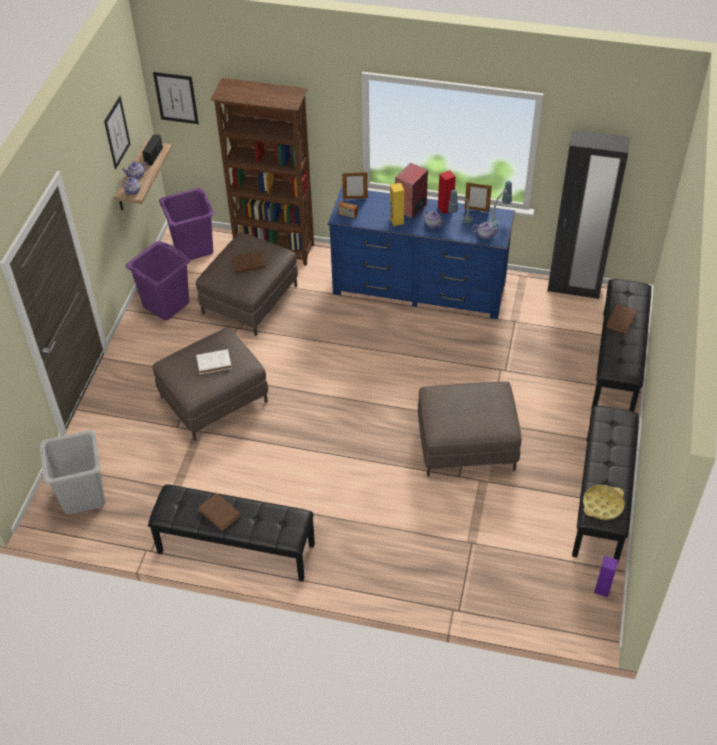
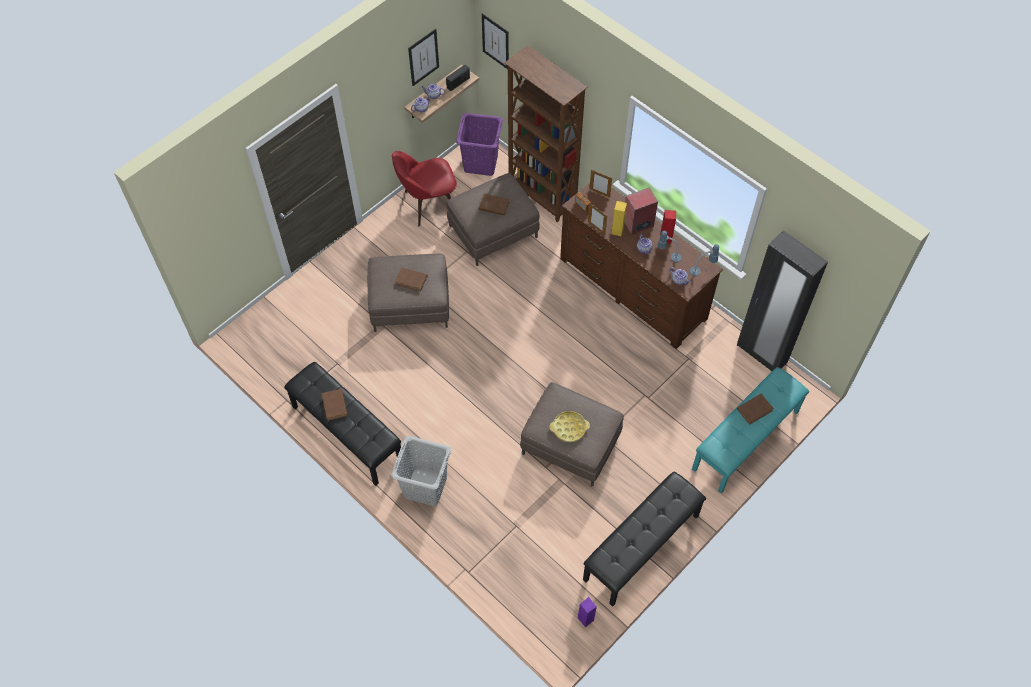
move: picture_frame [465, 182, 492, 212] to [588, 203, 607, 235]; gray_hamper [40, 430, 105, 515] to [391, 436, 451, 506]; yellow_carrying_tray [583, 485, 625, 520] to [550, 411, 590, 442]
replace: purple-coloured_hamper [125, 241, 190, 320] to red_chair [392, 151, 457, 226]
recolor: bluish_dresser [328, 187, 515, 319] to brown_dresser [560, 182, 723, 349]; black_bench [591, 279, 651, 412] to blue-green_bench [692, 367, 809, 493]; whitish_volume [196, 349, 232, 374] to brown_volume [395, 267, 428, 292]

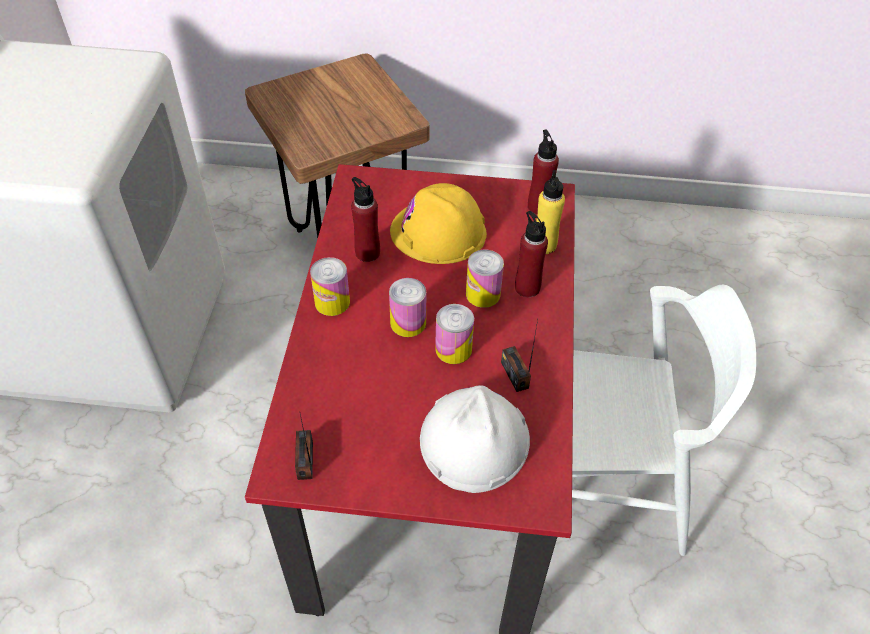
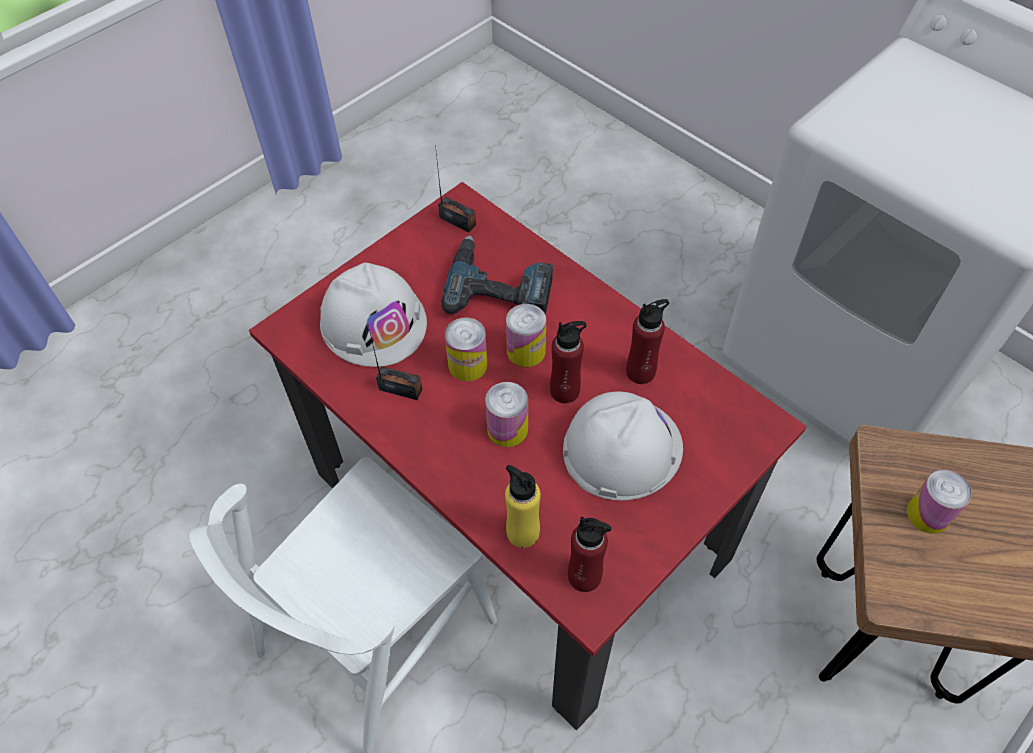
insert: drill [441, 235, 553, 315]
move: red_bottle [515, 211, 548, 297] to [550, 321, 586, 403]; sealed_can [310, 257, 350, 316] to [907, 470, 972, 534]
recolor: yellow_work_helmet [390, 183, 487, 264] to whitish_work_helmet [563, 392, 683, 500]

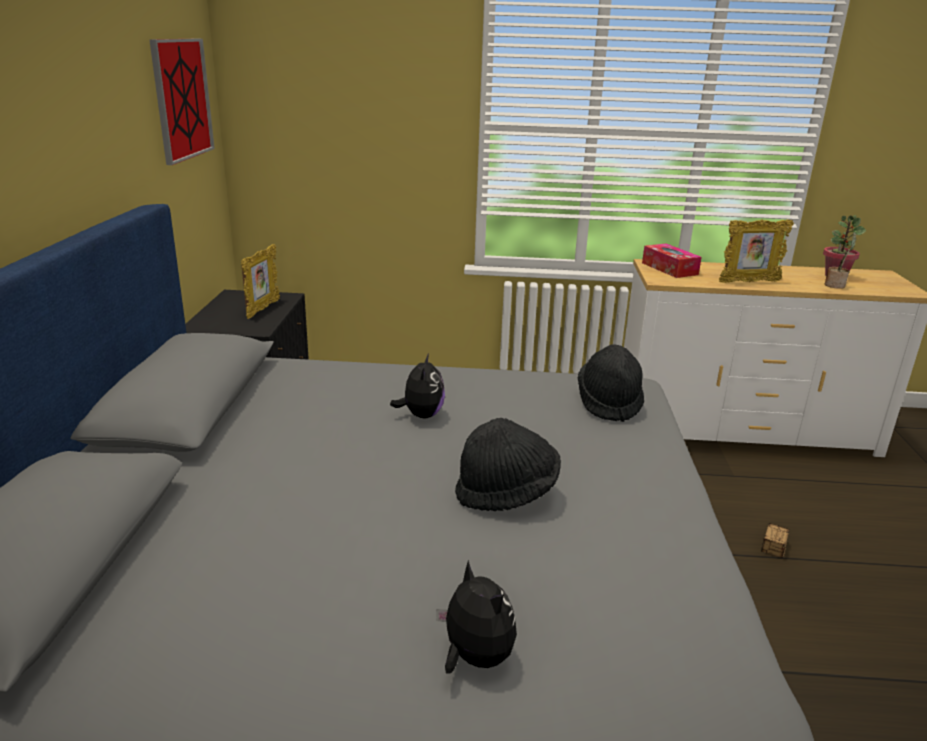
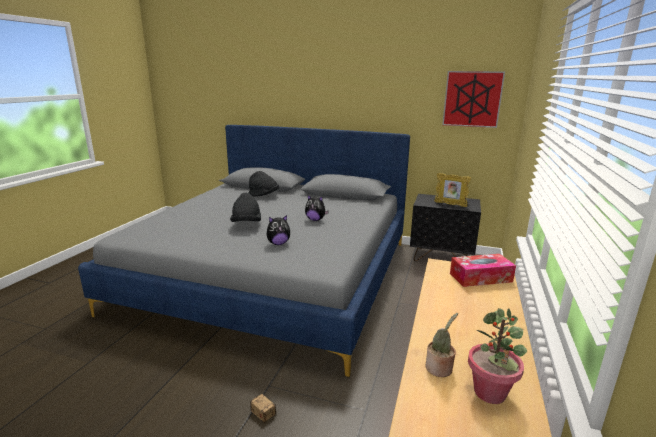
delete: picture_frame [719, 219, 794, 283]
move: black_wearable_hat [578, 345, 644, 422] to [249, 171, 279, 197]; soft_toy [436, 560, 517, 674] to [267, 215, 290, 245]

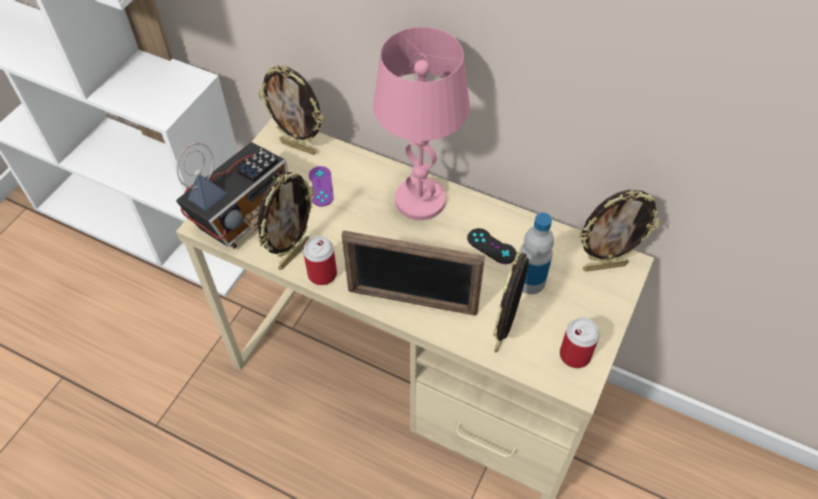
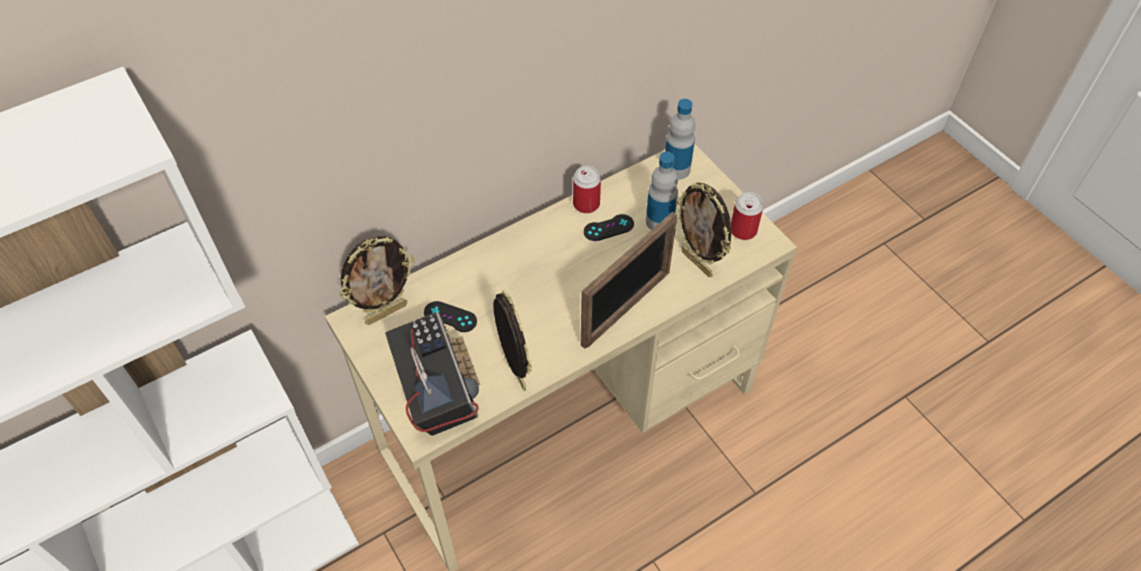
delete: pink-coloured_lamp_for_a_table [373, 27, 470, 220]
move: sealed_can [303, 236, 337, 285] to [573, 166, 601, 213]
replace: picture_frame [578, 190, 661, 272] to bottle [665, 99, 695, 180]
recolor: purple-coloured_joypad [309, 166, 334, 207] to black_joypad [424, 301, 477, 332]

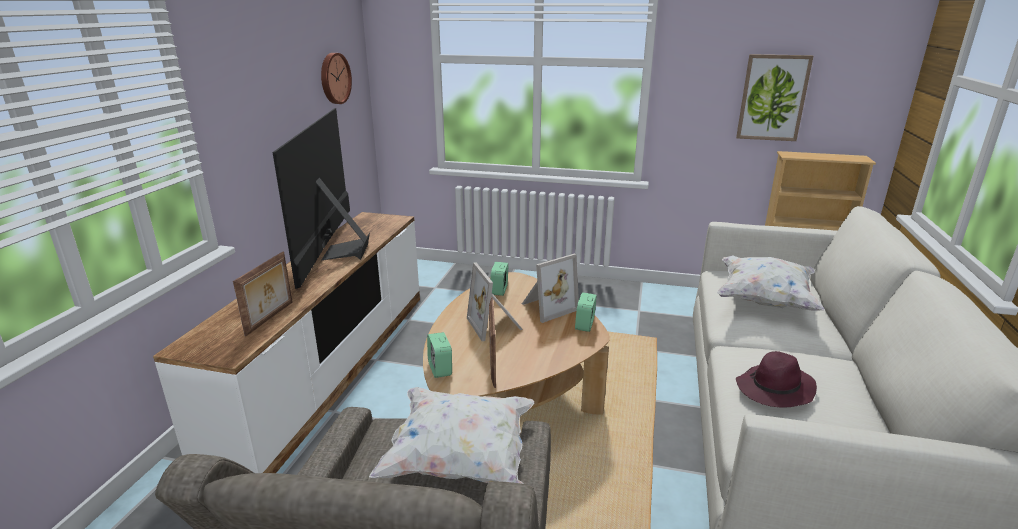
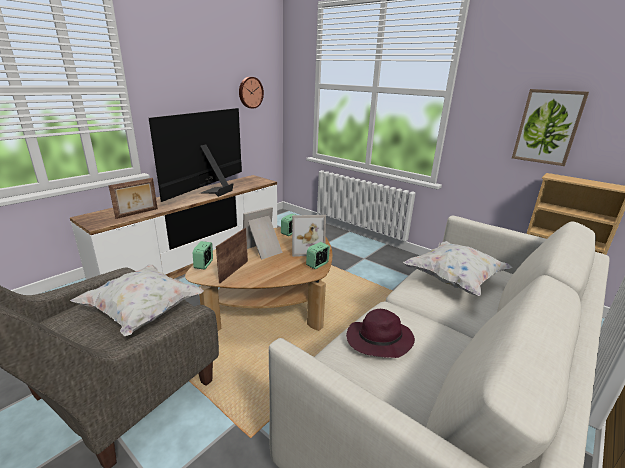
rotate: picture_frame [467, 263, 523, 341] = [243, 207, 283, 259] 45 degrees clockwise

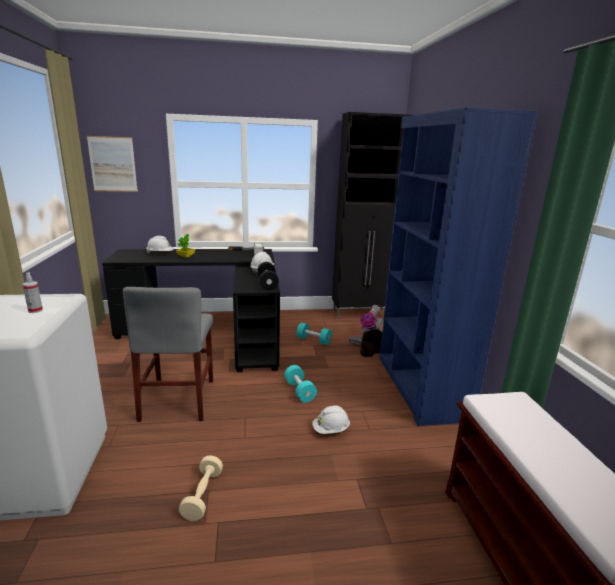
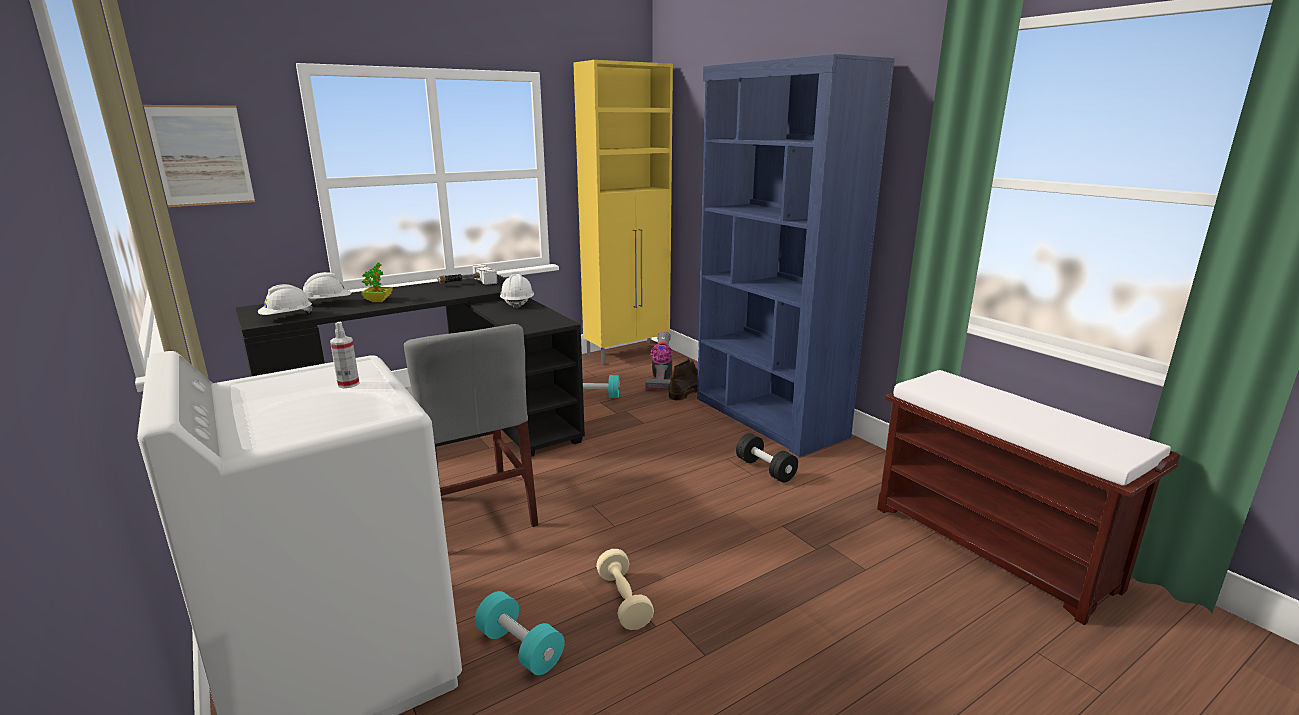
move: black_free_weight [257, 262, 279, 291] to [736, 433, 798, 482]; blue-green_free_weight [284, 365, 317, 402] to [475, 591, 565, 675]; whitish_work_helmet [312, 405, 350, 434] to [258, 284, 313, 315]
recolor: black_cabinet [332, 112, 412, 319] to yellow_cabinet [573, 60, 673, 365]

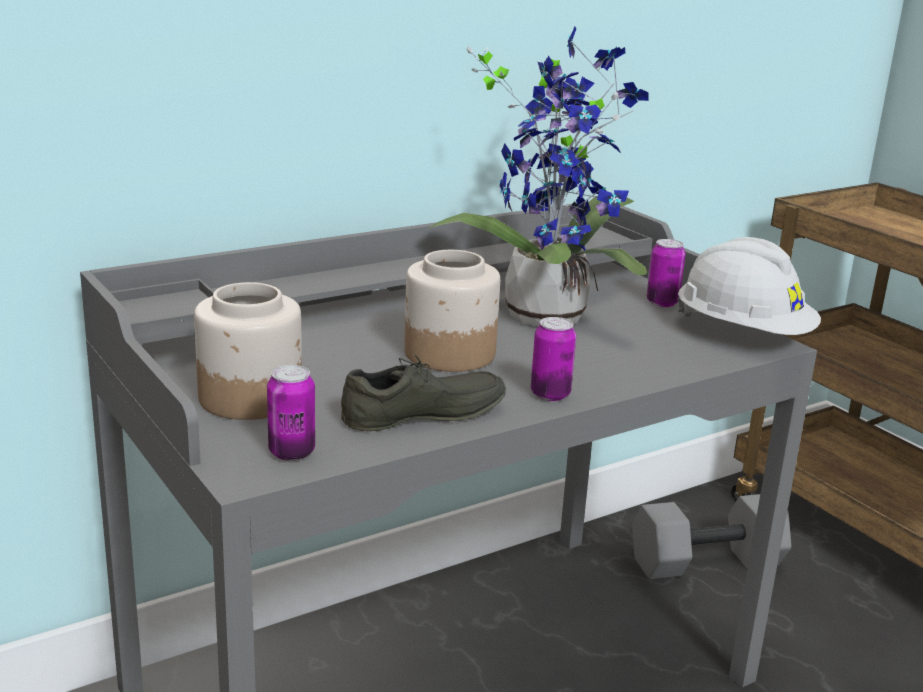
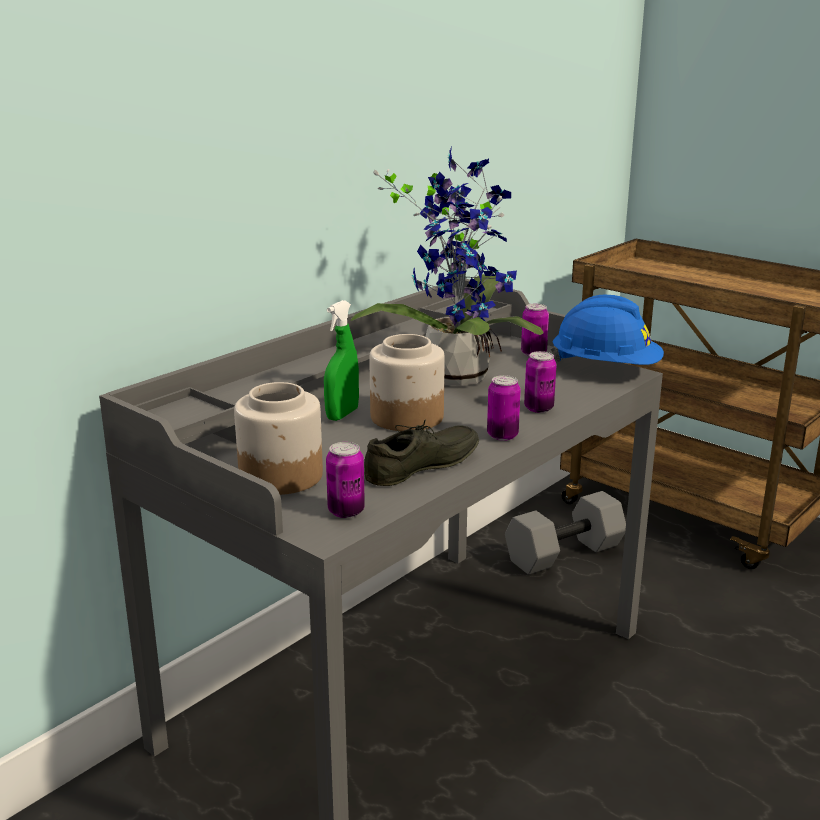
insert: green-coloured_sprayer [324, 300, 359, 421]; sealed_can [524, 351, 557, 413]
recolor: whitish_work_helmet [678, 237, 821, 335] to bluish_work_helmet [551, 295, 664, 365]

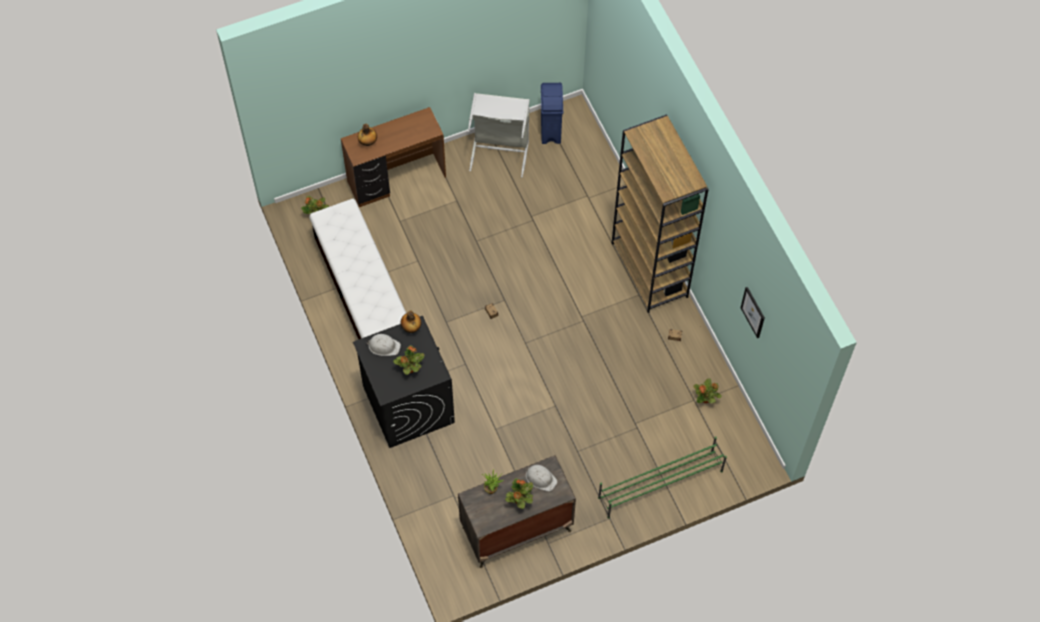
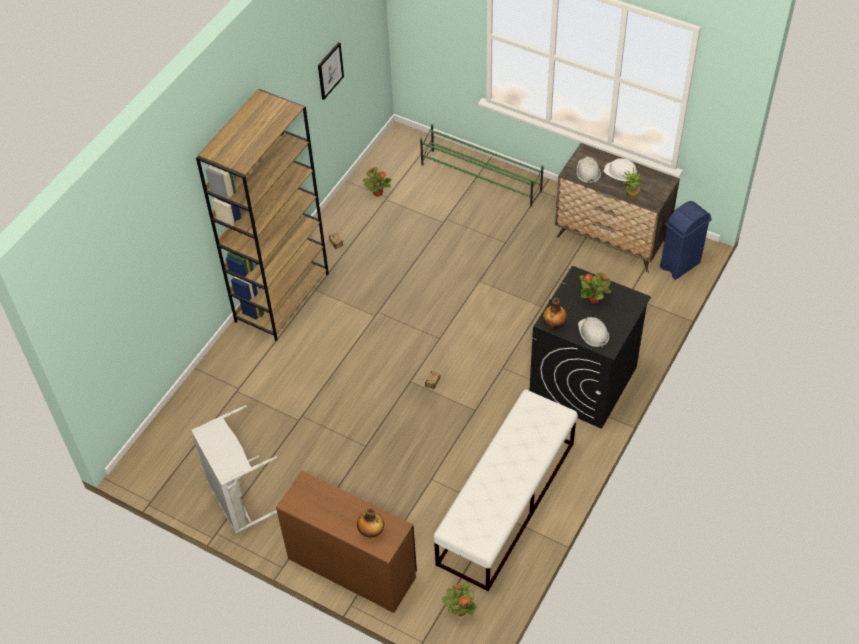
move: bluish_rubbish_bin [541, 83, 563, 144] to [660, 201, 712, 280]
replace: plant_in_a_pot [505, 478, 533, 509] to whitish_work_helmet [604, 158, 640, 181]

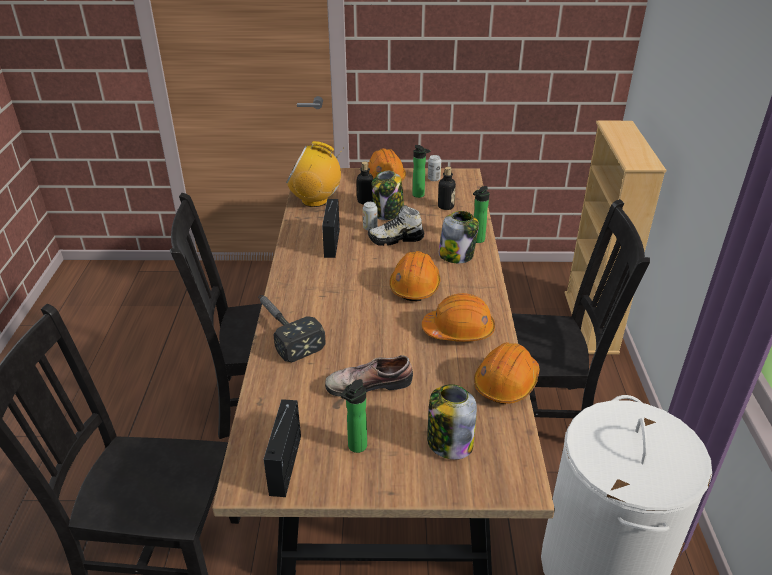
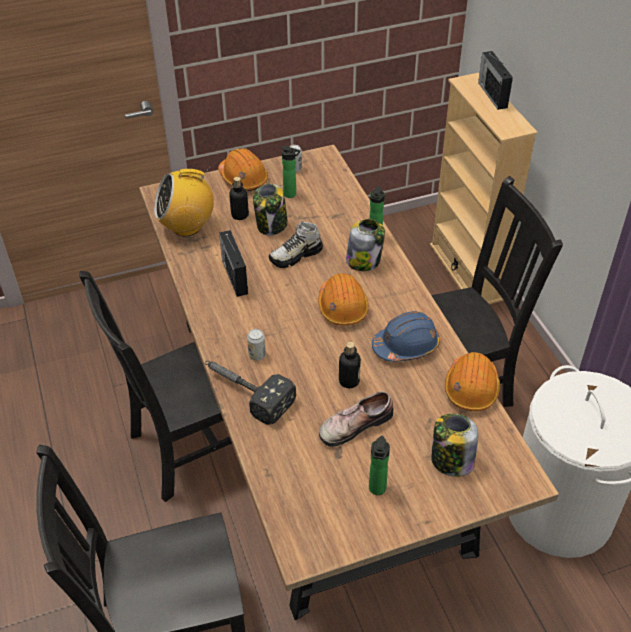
move: bottle [438, 167, 456, 210] to [339, 342, 361, 388]; sealed_can [363, 202, 378, 230] to [247, 329, 266, 361]; radio_set [263, 399, 301, 497] to [478, 51, 513, 110]
recolor: orangey_work_helmet [422, 293, 495, 342] to bluish_work_helmet [372, 311, 440, 362]

